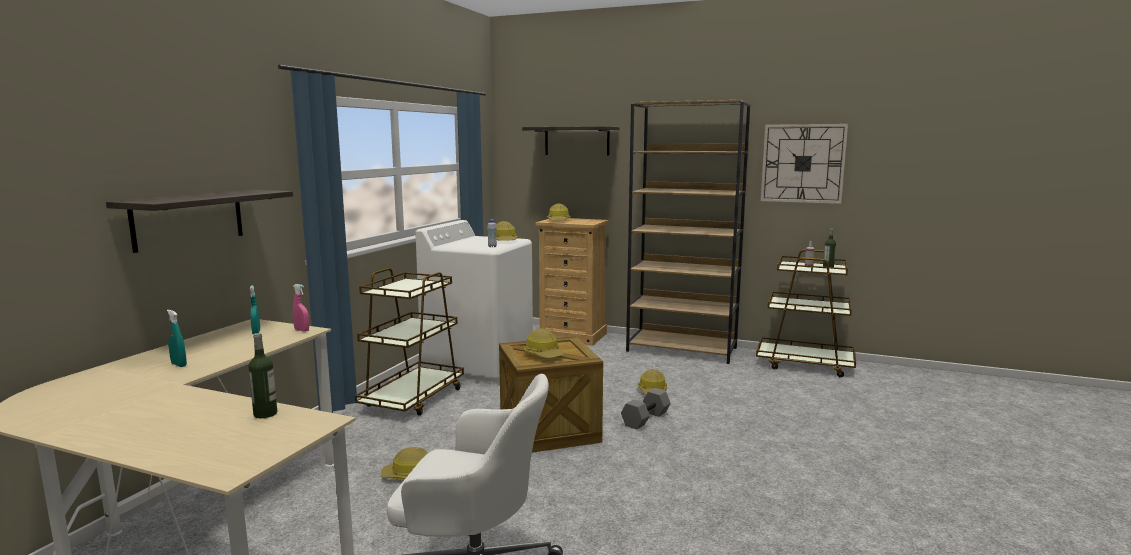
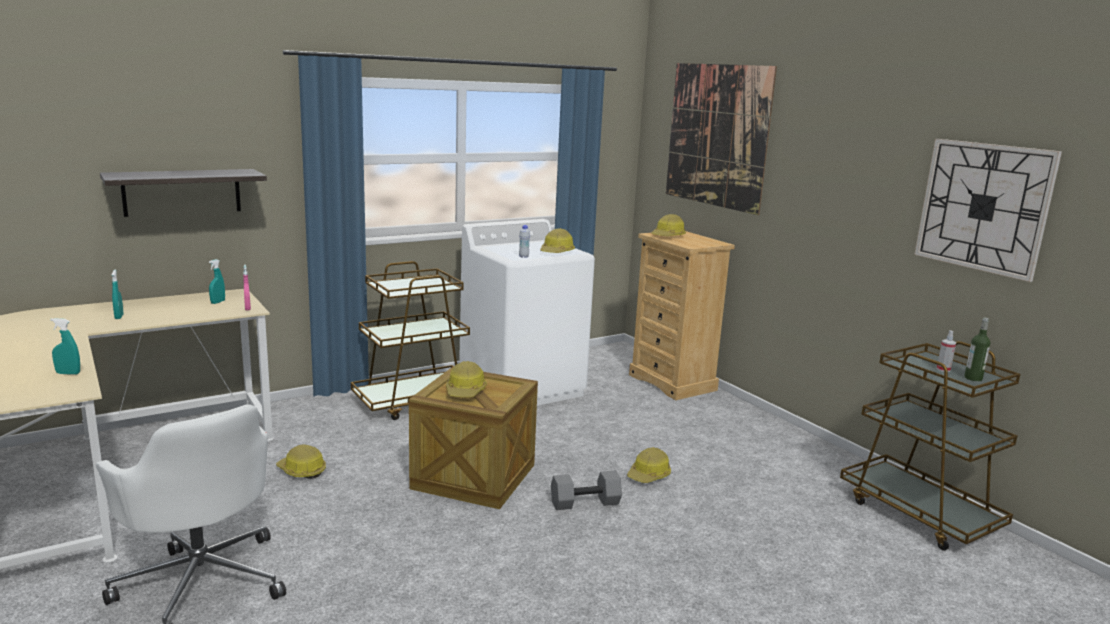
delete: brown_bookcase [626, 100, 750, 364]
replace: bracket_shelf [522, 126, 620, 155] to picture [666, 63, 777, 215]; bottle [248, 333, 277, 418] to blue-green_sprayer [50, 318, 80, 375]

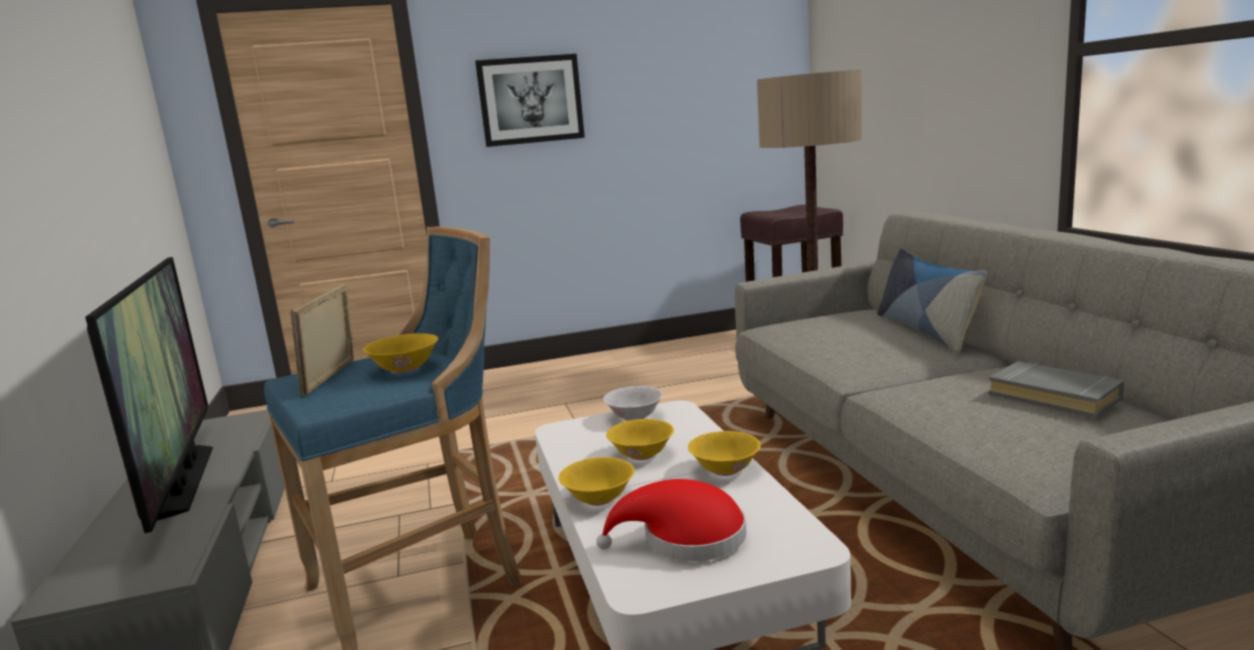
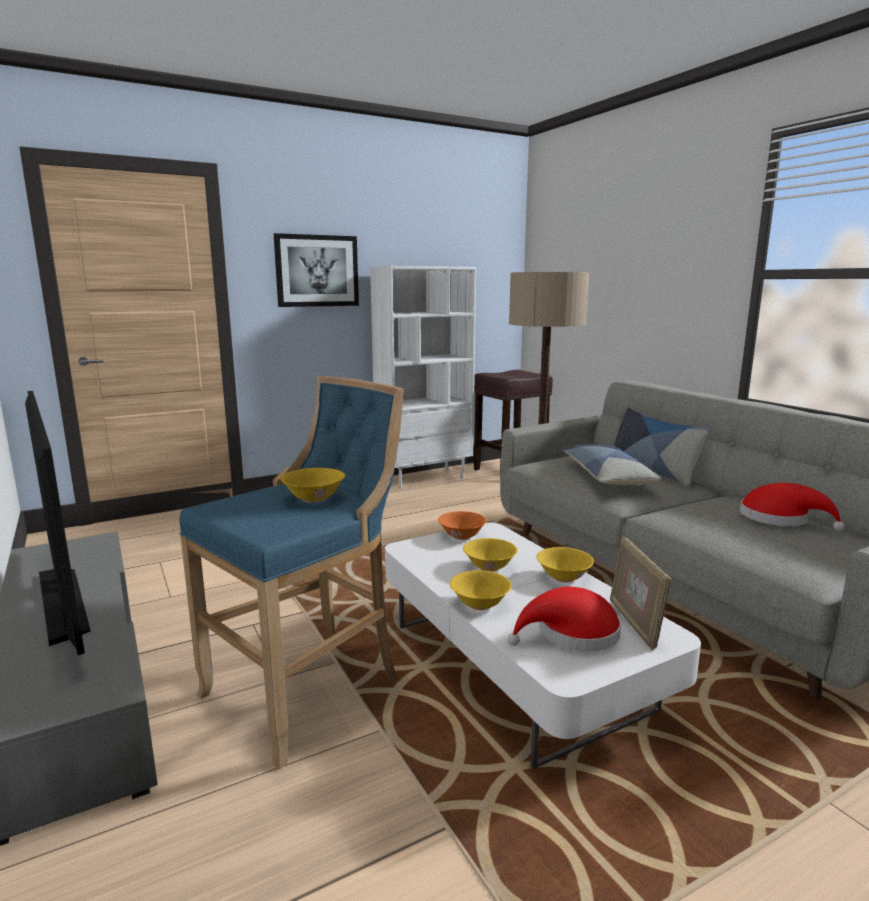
insert: whitish_bookcase [370, 266, 476, 489]; cushion [562, 443, 662, 485]
move: picture_frame [290, 284, 354, 396] to [610, 536, 671, 651]
replace: gray_volume [988, 361, 1124, 418] to red_wearable_hat [740, 483, 845, 531]
recolor: whitish_bowl [603, 386, 663, 421] to orangey_bowl [438, 511, 487, 540]

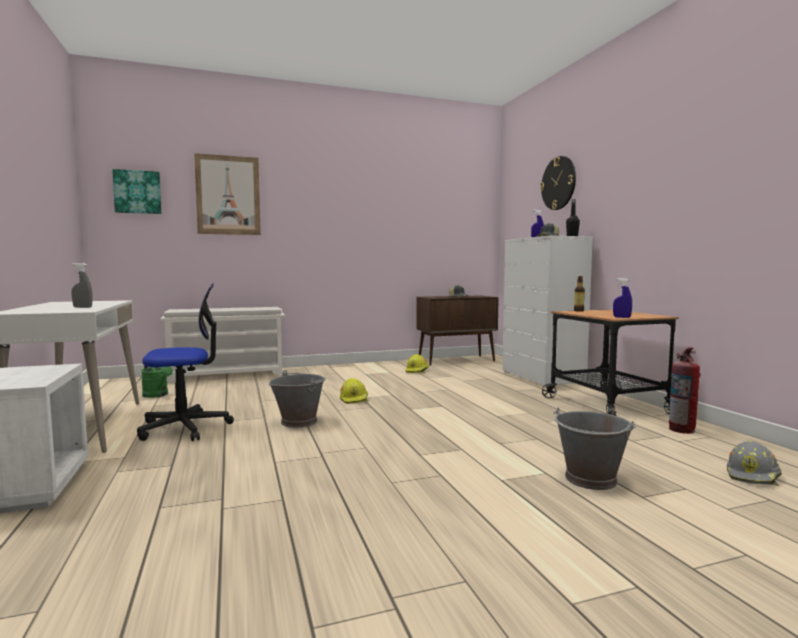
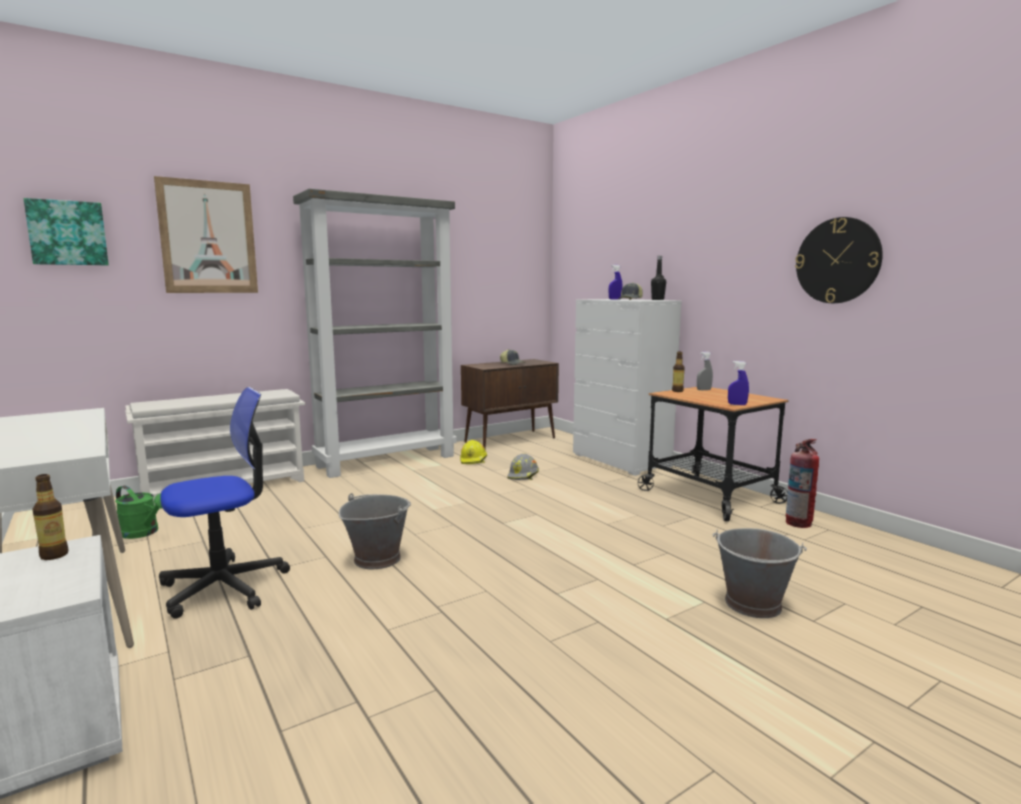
delete: yellow_work_helmet [340, 378, 368, 404]
insert: gray_bookcase [293, 188, 457, 478]; bottle [32, 474, 68, 560]
move: hanging_clock [540, 156, 576, 210] to [795, 217, 883, 303]; gray_sprayer [71, 263, 93, 308] to [697, 352, 713, 390]; gray_work_helmet [726, 441, 782, 486] to [507, 453, 539, 480]

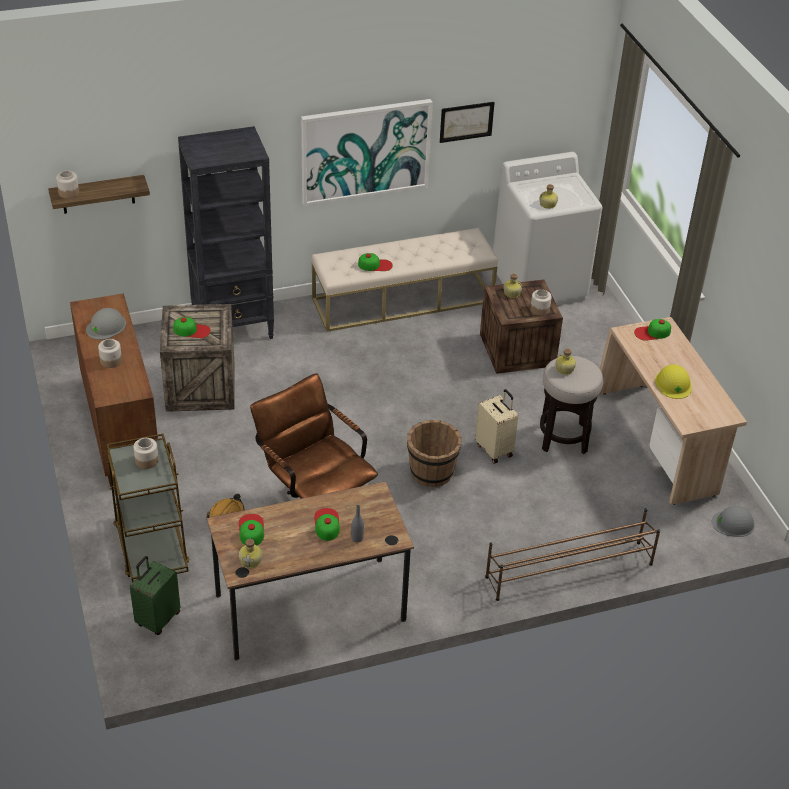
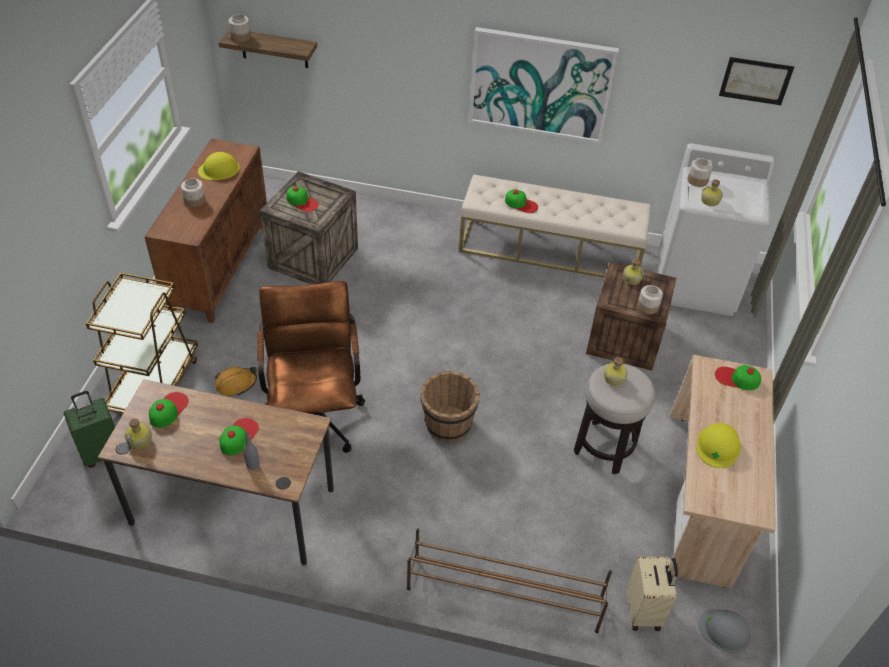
delete: black_bookcase [178, 126, 274, 339]
move: picture [440, 102, 495, 143] to [719, 57, 794, 105]; beige-coloured_suitcase [475, 389, 518, 463] to [627, 557, 678, 631]; jar [134, 438, 159, 469] to [687, 158, 713, 187]
recolor: gray_work_helmet [86, 308, 126, 340] to yellow_work_helmet [198, 152, 239, 181]

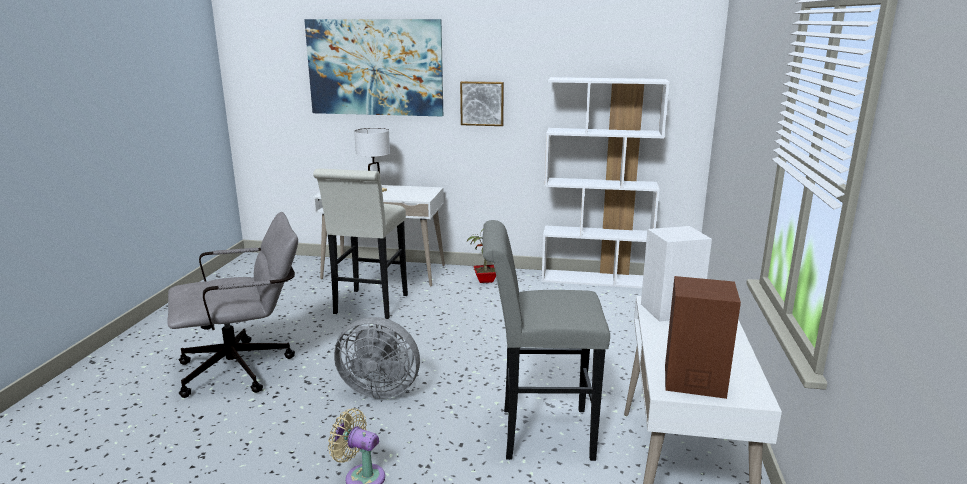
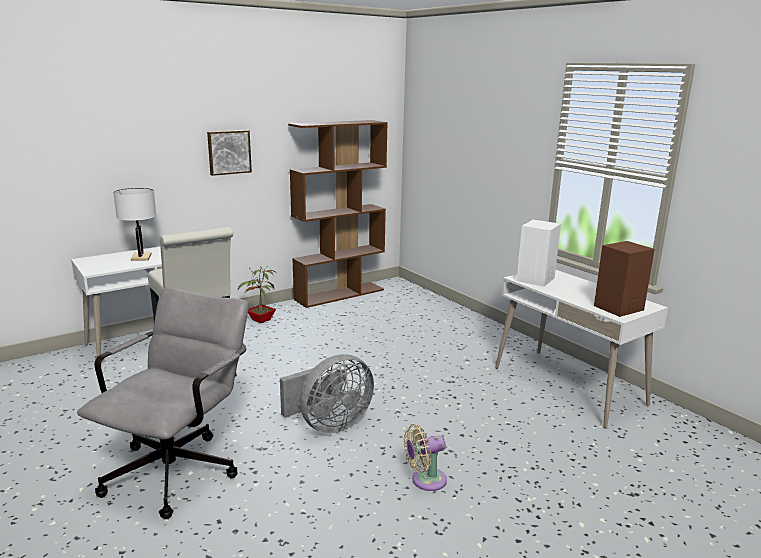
delete: picture [304, 19, 443, 116]; gray_sitting_stool [482, 220, 610, 461]
recolor: whitish_bookcase [541, 77, 670, 288] to brown_bookcase [288, 120, 388, 308]

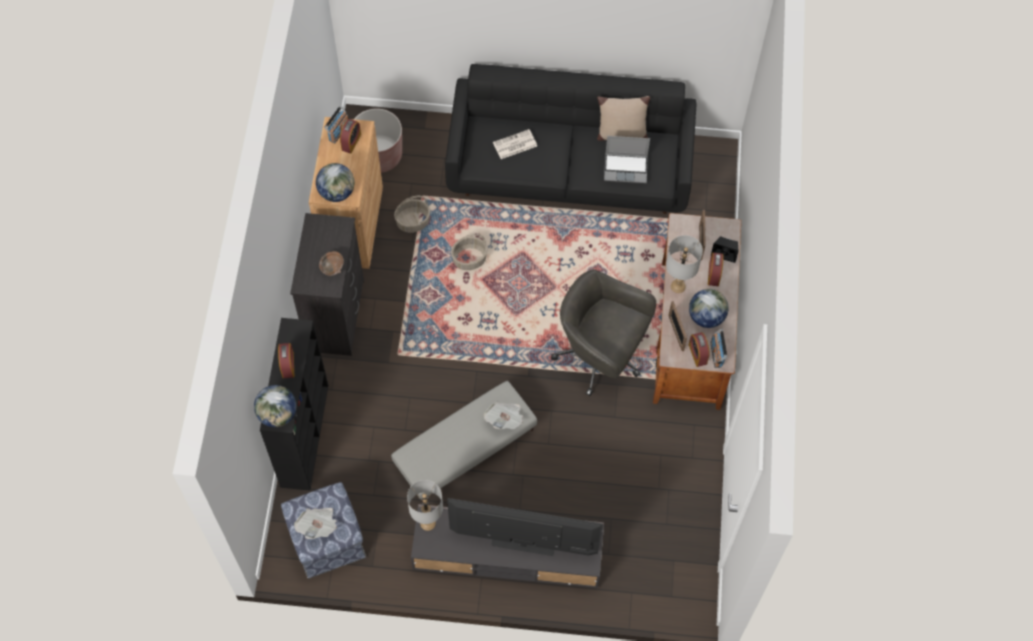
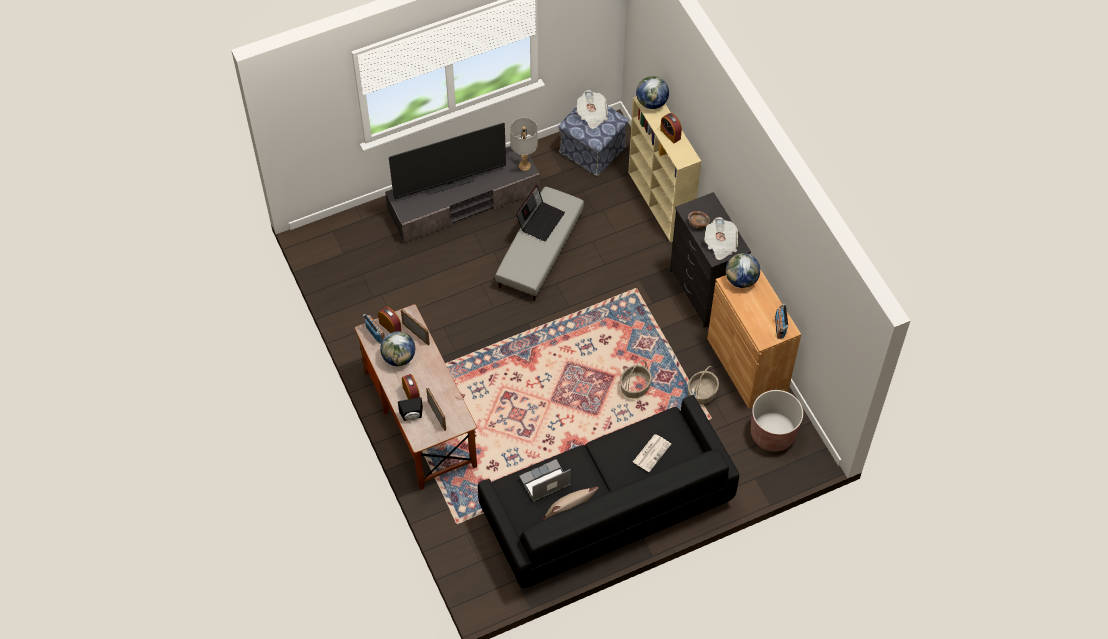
delete: alarm_clock [340, 119, 361, 153]; gray_lamp_for_a_table [666, 235, 703, 293]; gray_desk_chair [551, 269, 656, 396]
insert: laptop [516, 185, 565, 242]
move: printed_paper [483, 402, 523, 429] to [704, 217, 738, 260]
recolor: black_bookcase [260, 318, 328, 490] to beige-coloured_bookcase [628, 96, 701, 243]

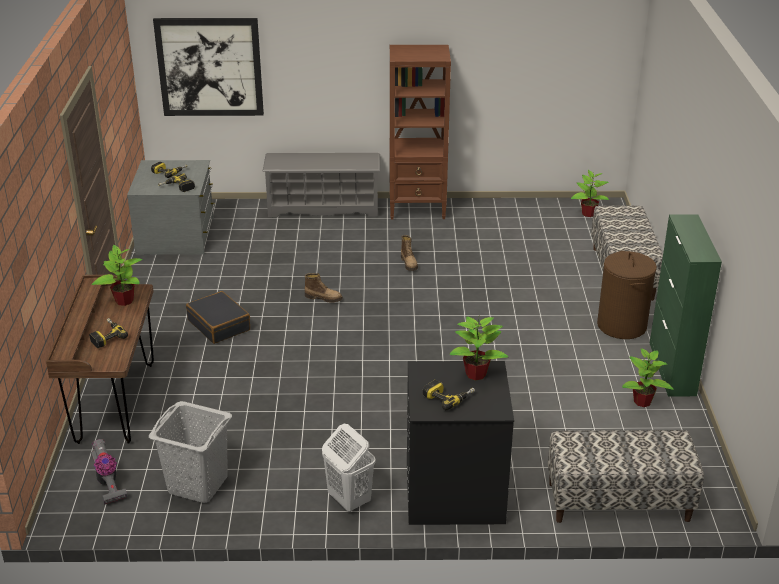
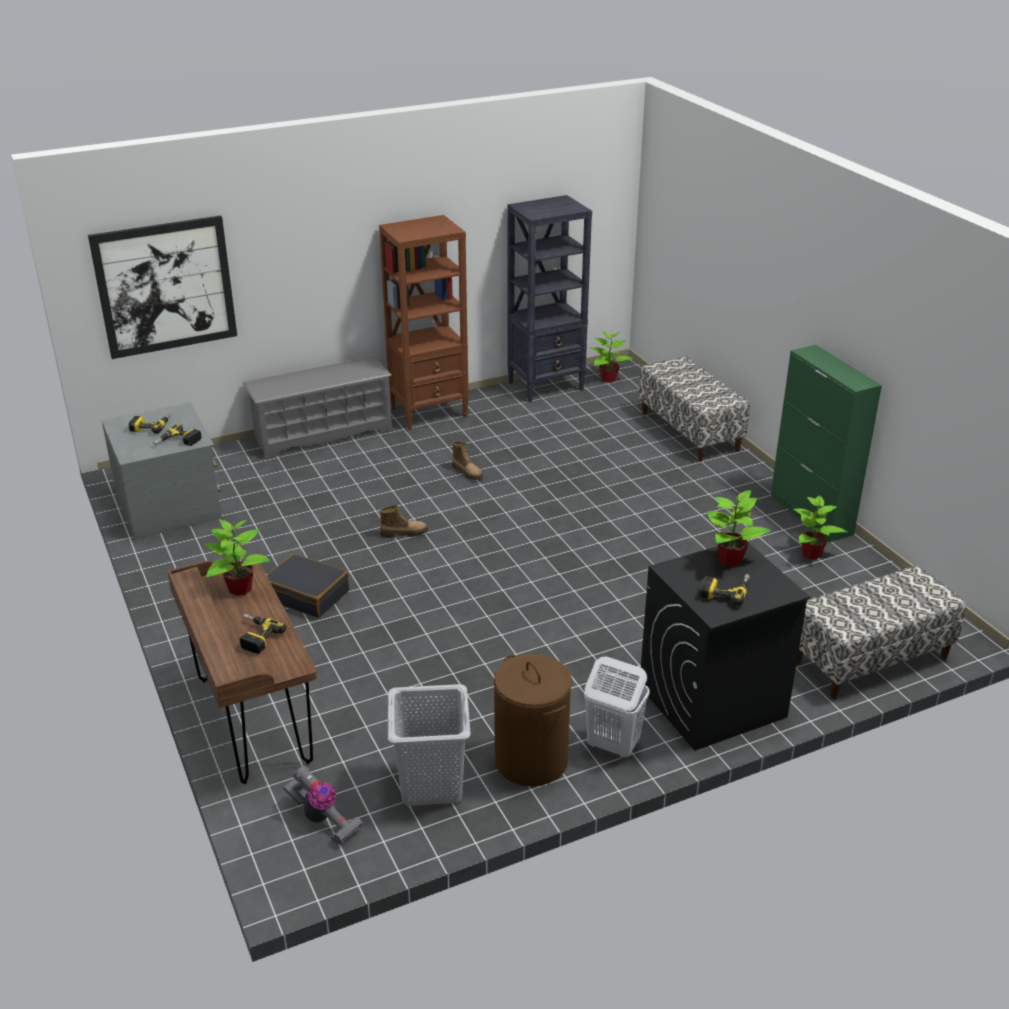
insert: black_bookcase [507, 195, 592, 403]
move: brown_hamper [597, 251, 657, 339] to [494, 654, 572, 786]

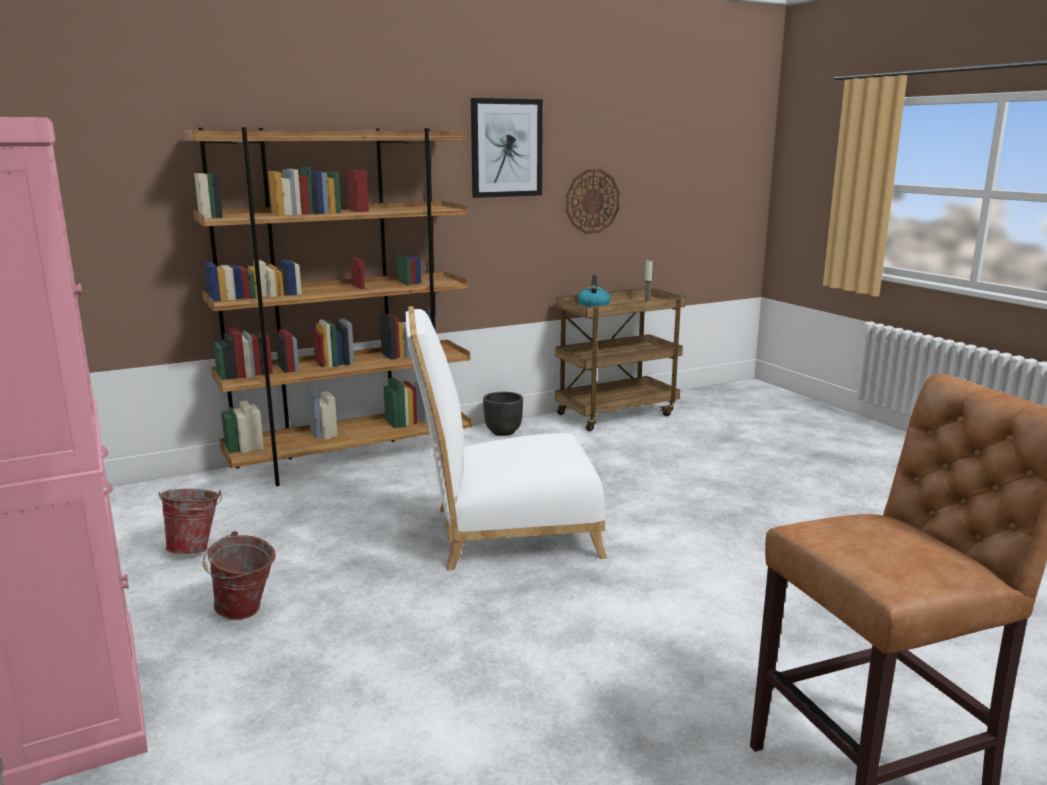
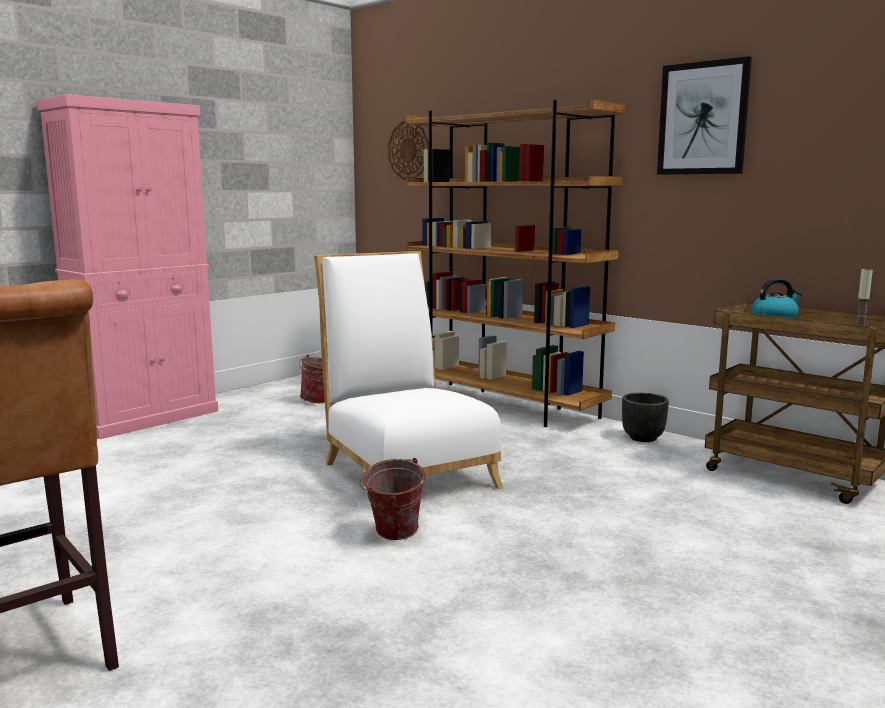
move: hanging_clock [566, 169, 620, 234] to [388, 121, 429, 180]; bucket [203, 531, 276, 620] to [359, 458, 425, 540]

